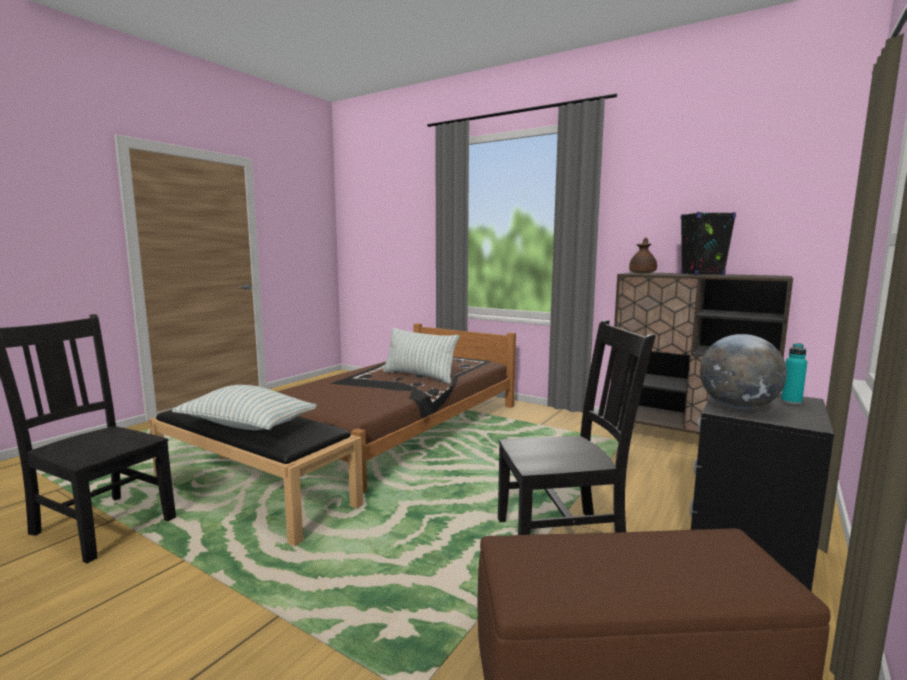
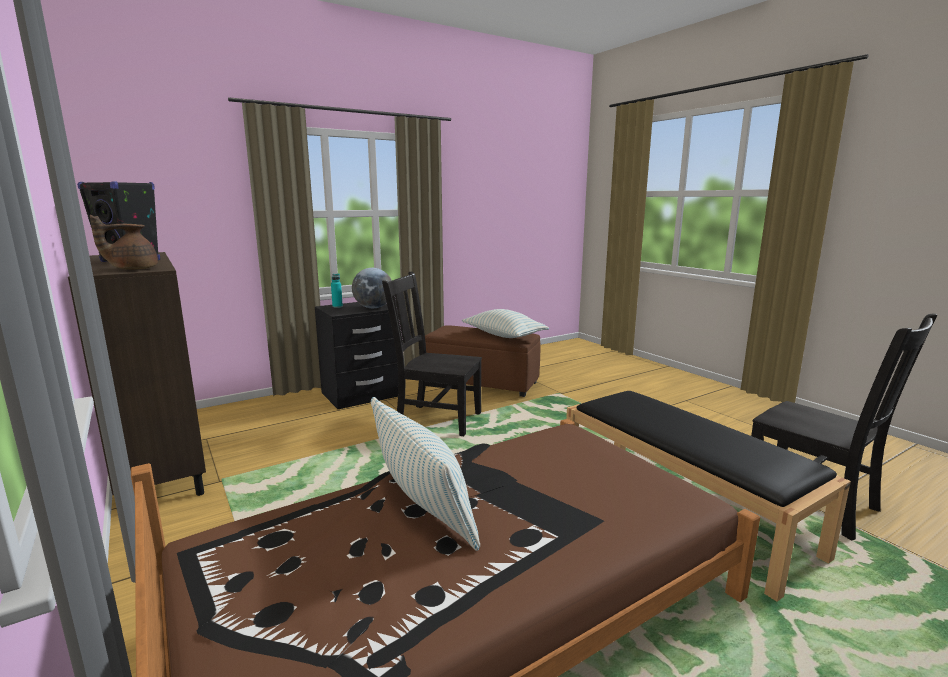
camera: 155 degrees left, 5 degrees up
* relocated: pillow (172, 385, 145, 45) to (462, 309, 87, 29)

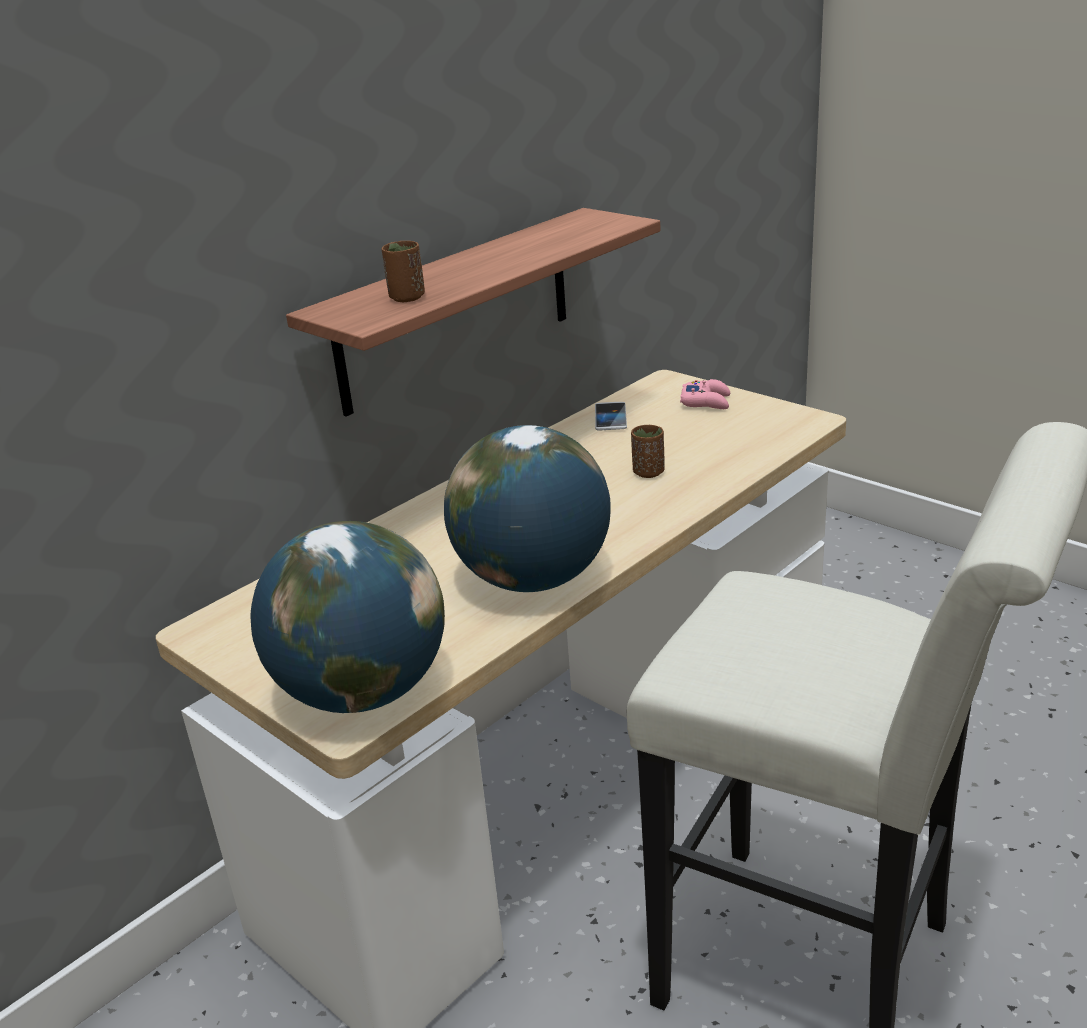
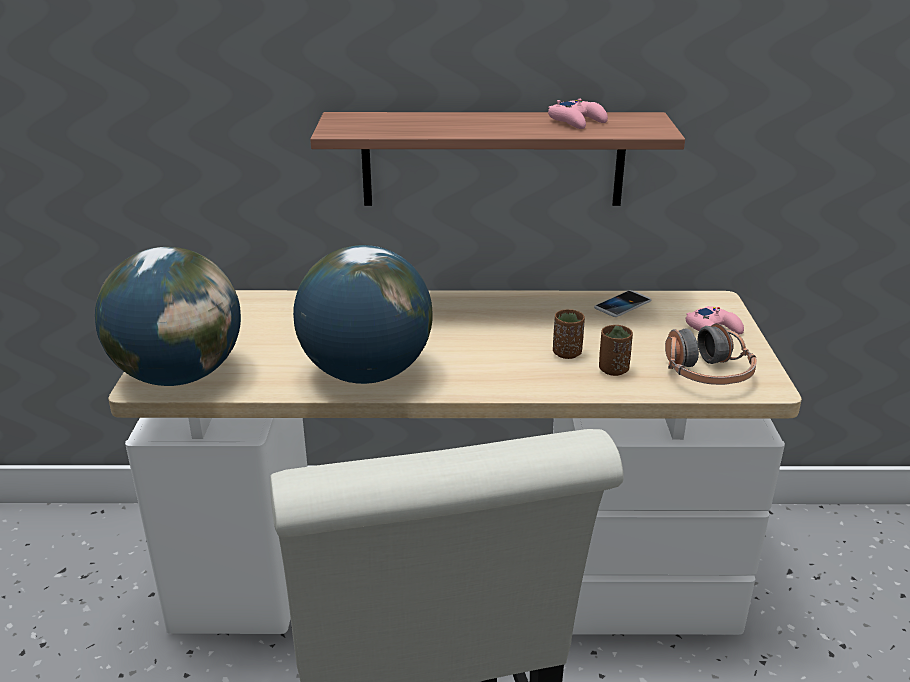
camera: 45 degrees right, 0 degrees up
* appeared: pink game controller (548, 98, 60, 31)
* relocated: brownish small cup (382, 241, 43, 61) to (599, 325, 34, 51)
* appeared: headphones (665, 324, 92, 61)

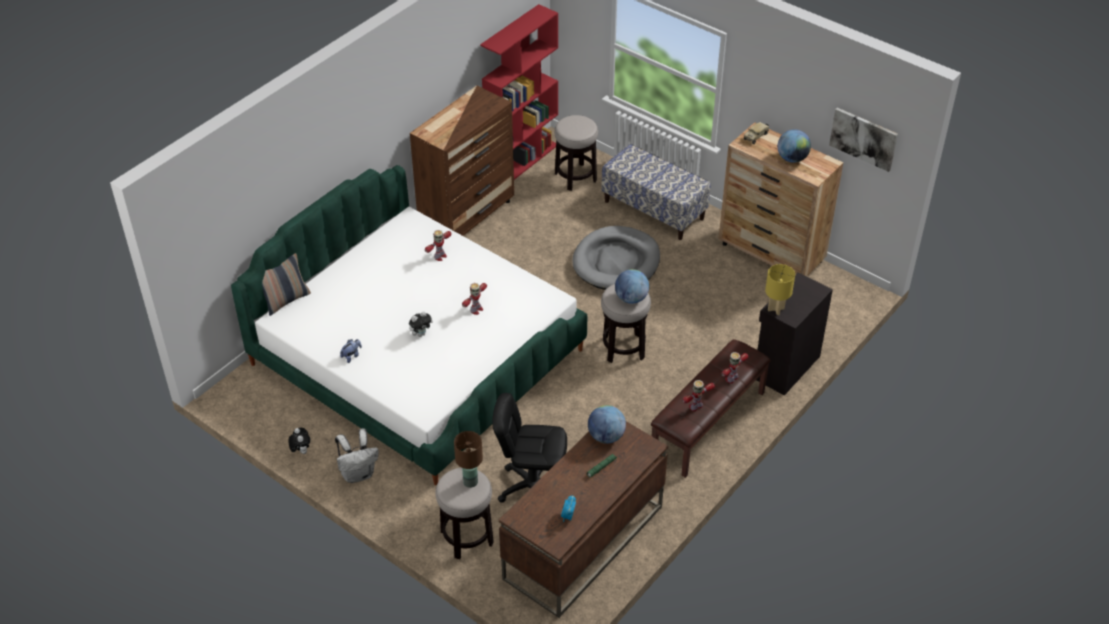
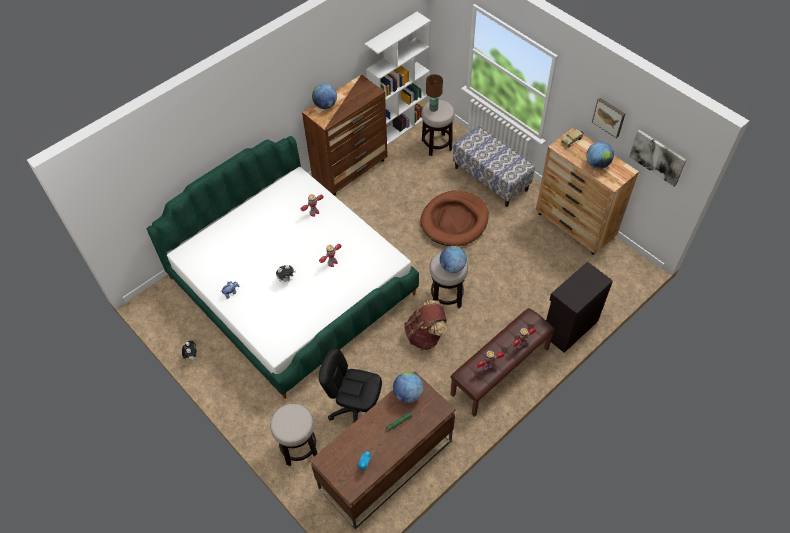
camera: 10 degrees right, 10 degrees up
* appeared: globe (312, 84, 25, 25)
* colour: reddish bookshelf (480, 4, 78, 176) to white bookshelf (365, 12, 66, 133)
* appeared: brownish rucksack (404, 300, 43, 50)
* colour: gray pet bed (572, 226, 88, 64) to brownish pet bed (421, 190, 68, 56)
* relocated: brownish table lamp (454, 431, 29, 57) to (426, 74, 17, 38)
* appeared: wall picture (592, 98, 33, 40)
* missing: pillow (262, 253, 49, 63)
* missing: white rucksack (335, 428, 44, 55)
* missing: yellow-coloured table lamp (765, 264, 30, 51)

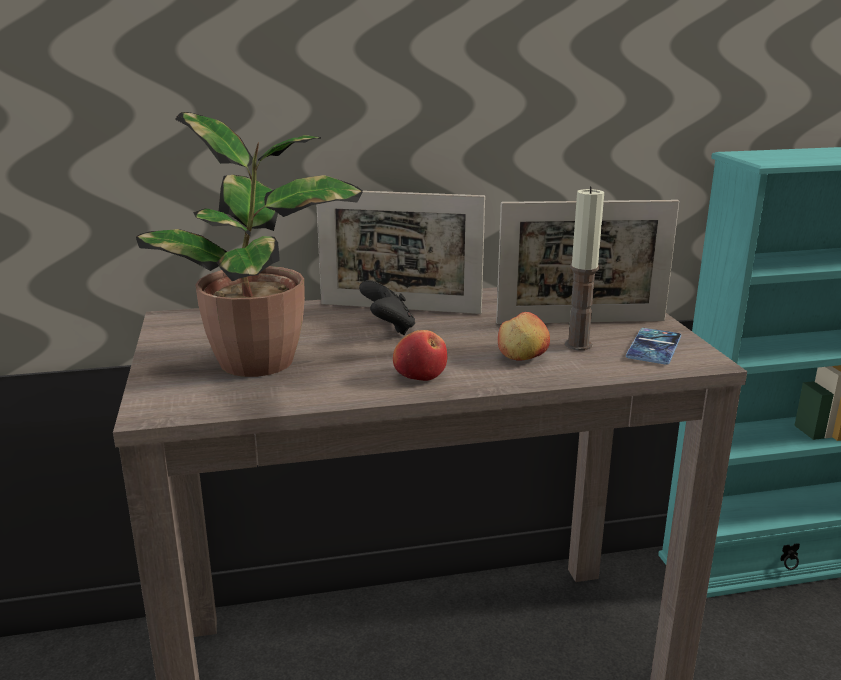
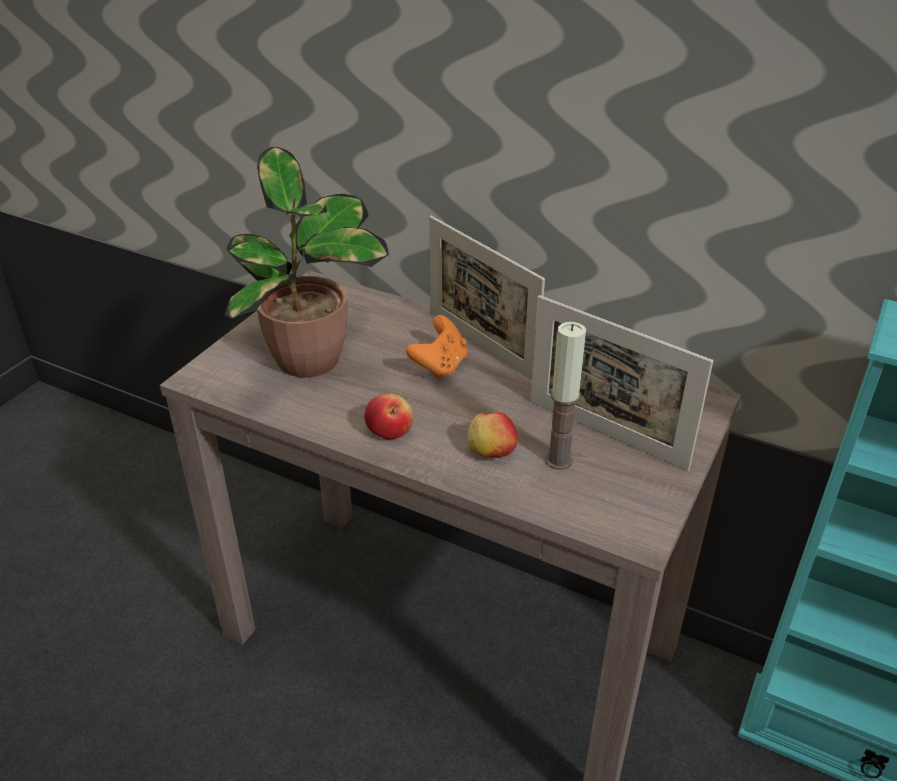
camera: 40 degrees right, 15 degrees up
* colour: black game controller (359, 280, 56, 55) to orangey game controller (406, 315, 62, 65)
* missing: telephone (626, 328, 55, 37)

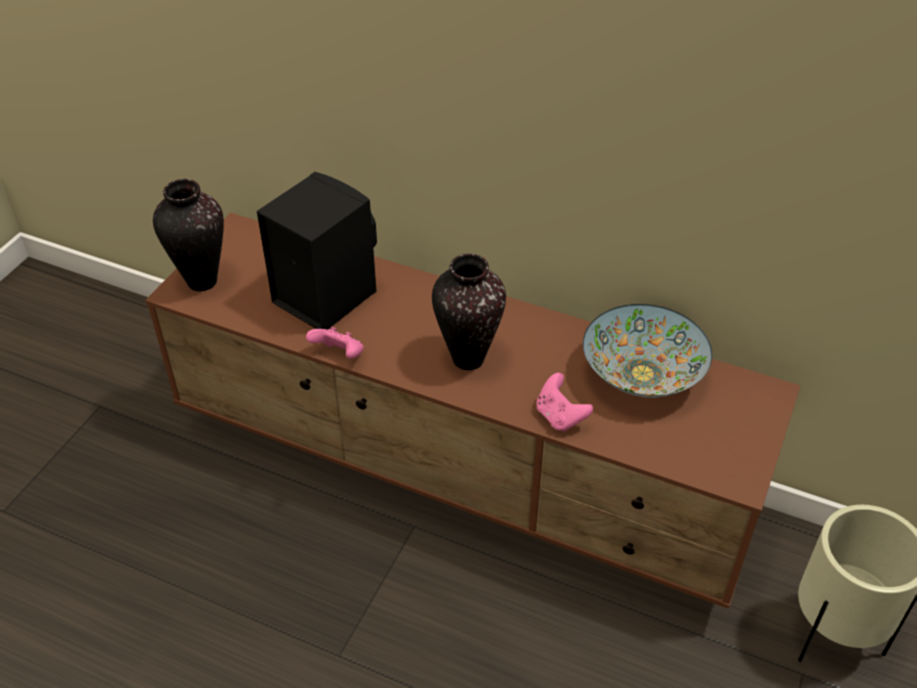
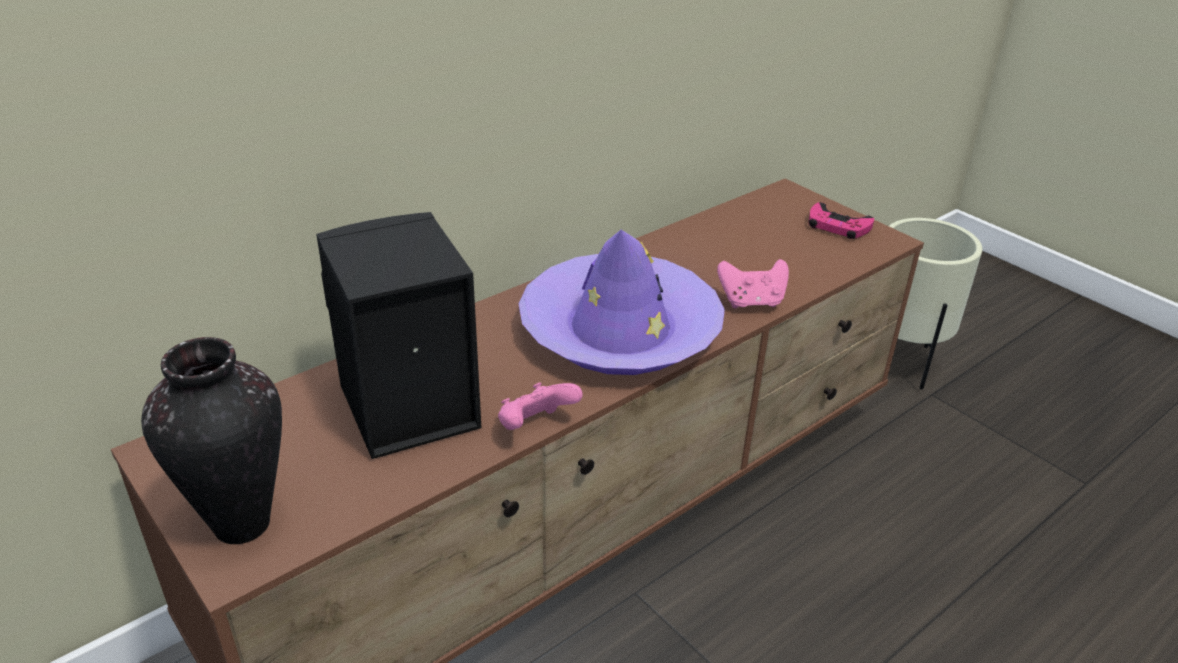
camera: 65 degrees left, 10 degrees down
* exchanged: decorative vase (432, 254, 74, 116) to purplish hat (519, 230, 206, 145)
* appeared: pink game controller (809, 202, 65, 37)
* missing: deep dish (583, 304, 129, 94)

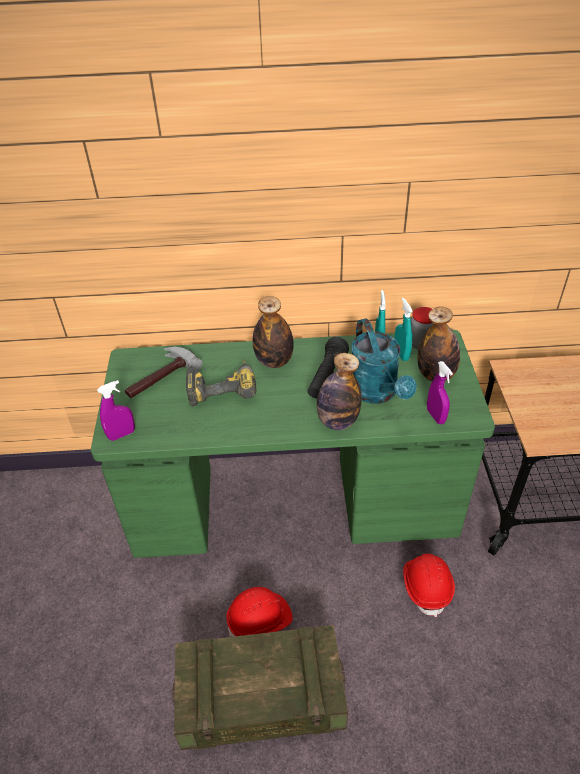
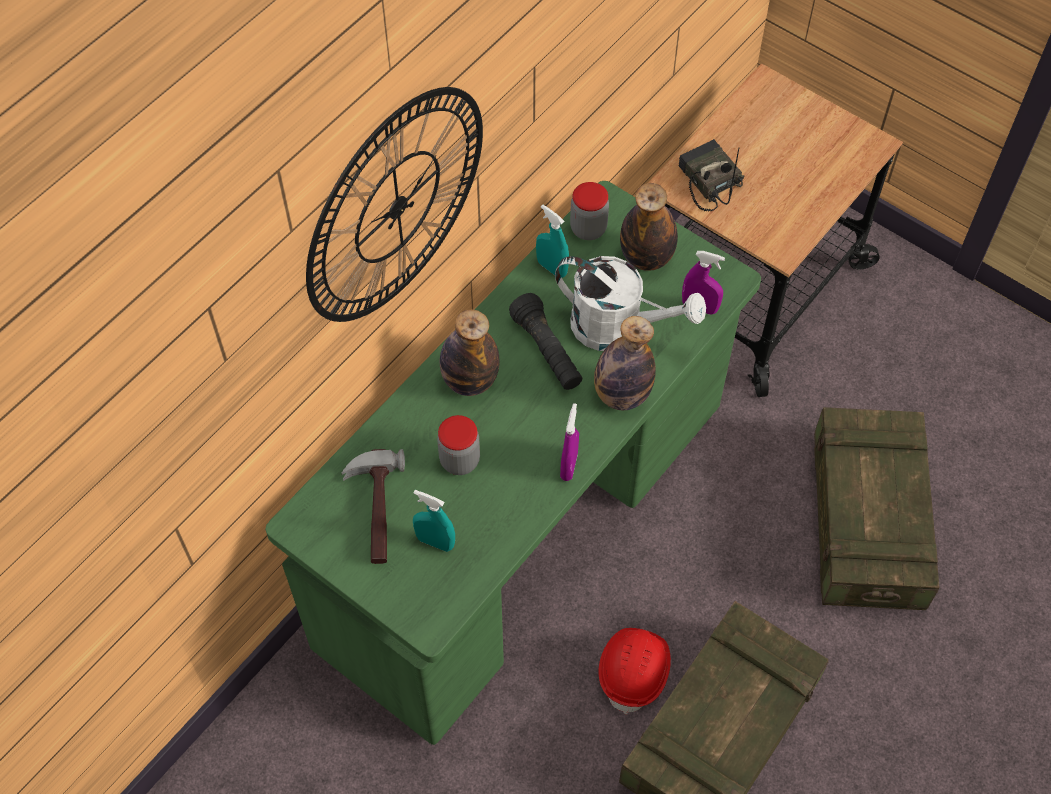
camera: 50 degrees left, 15 degrees up
* appeared: hanging clock (306, 87, 177, 235)
* relocated: blue-green hand sprayer (394, 298, 19, 63) to (413, 490, 42, 62)
* exchanged: power drill (186, 359, 70, 47) to preserve jar (437, 415, 43, 60)
* colour: blue-green watering pot (351, 319, 66, 85) to white watering pot (555, 256, 151, 95)
* relocated: purplish hand sprayer (97, 380, 38, 61) to (560, 403, 19, 78)
* appeared: radio receiver (678, 139, 66, 72)
* appeared: crate (814, 407, 126, 203)
* missing: reddish hard hat (403, 554, 52, 63)

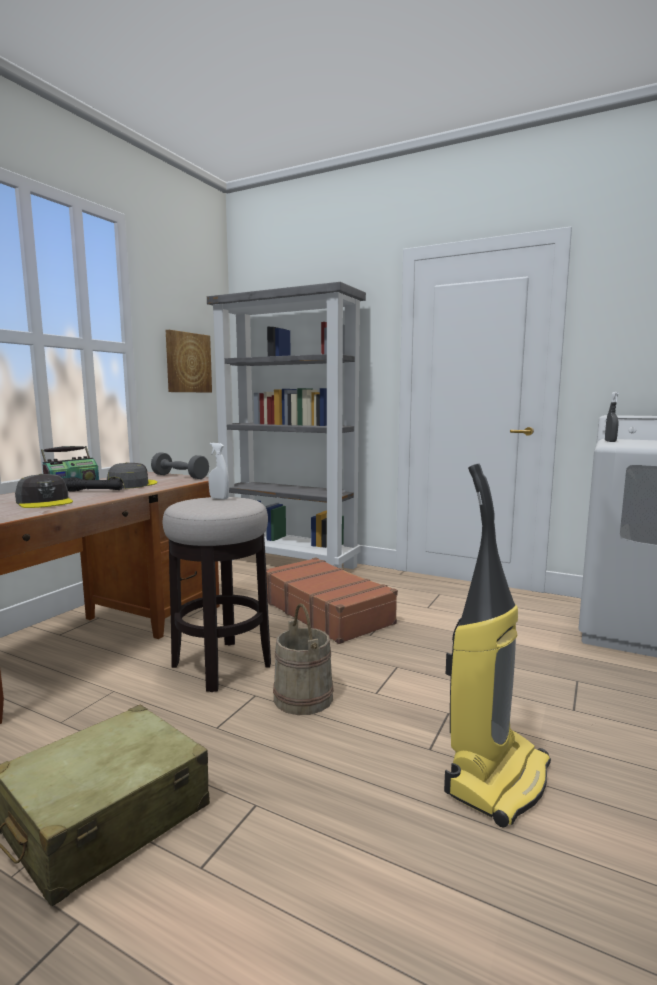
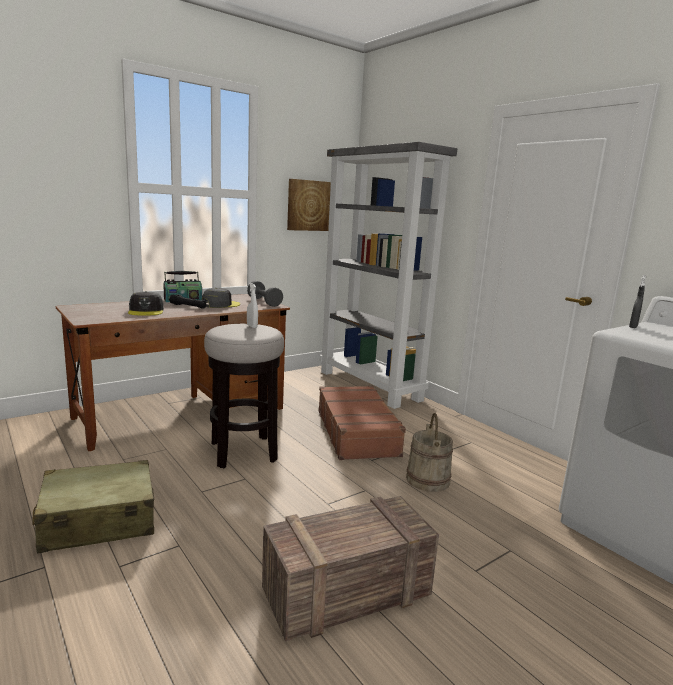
camera: 25 degrees right, 5 degrees up
* exchanged: vacuum cleaner (444, 463, 107, 365) to crate (262, 496, 177, 145)
* relocated: beige bucket (273, 603, 61, 112) to (406, 413, 47, 79)

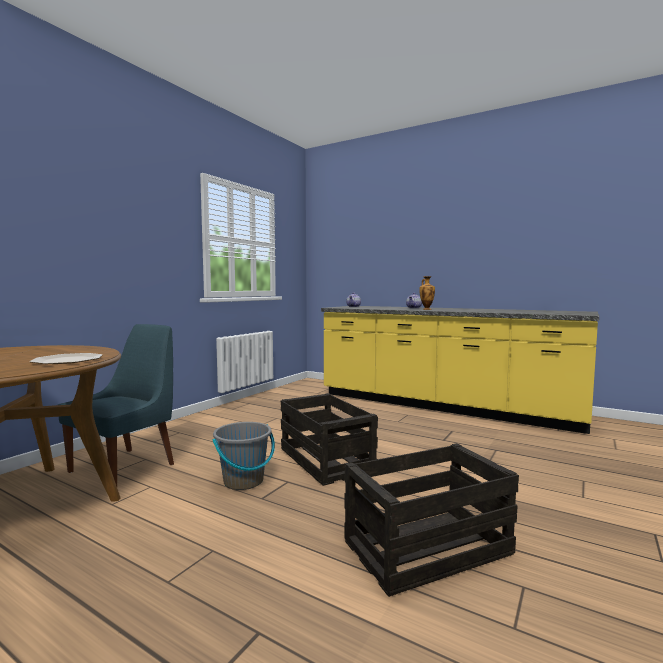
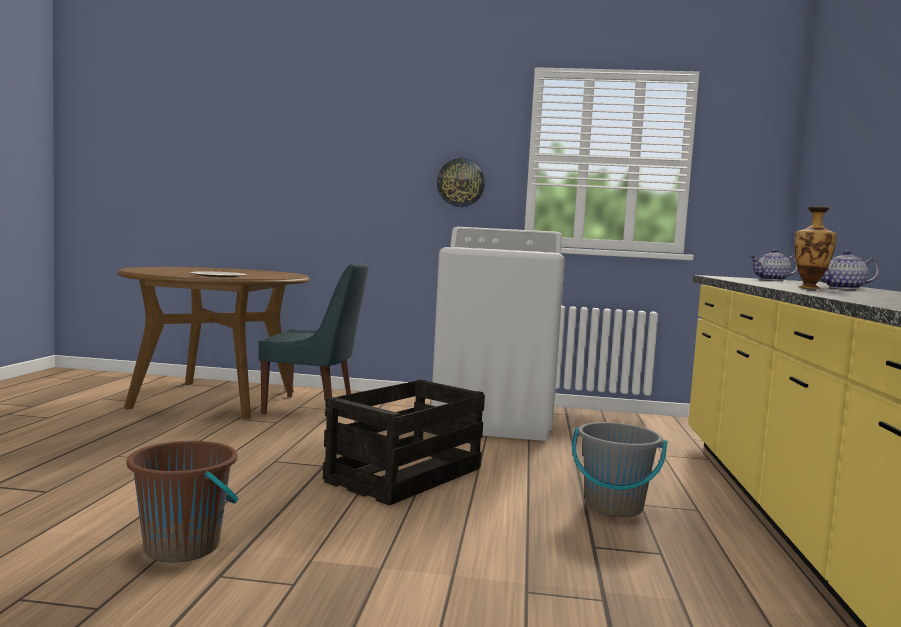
camera: 65 degrees right, 0 degrees up
* exchanged: crate (344, 443, 175, 154) to brownish bucket (127, 441, 111, 121)
* appeared: white laundry appliance (431, 227, 134, 214)
* appeared: hanging clock (437, 158, 48, 49)
* relocated: gray bucket (213, 422, 62, 68) to (572, 422, 95, 95)

